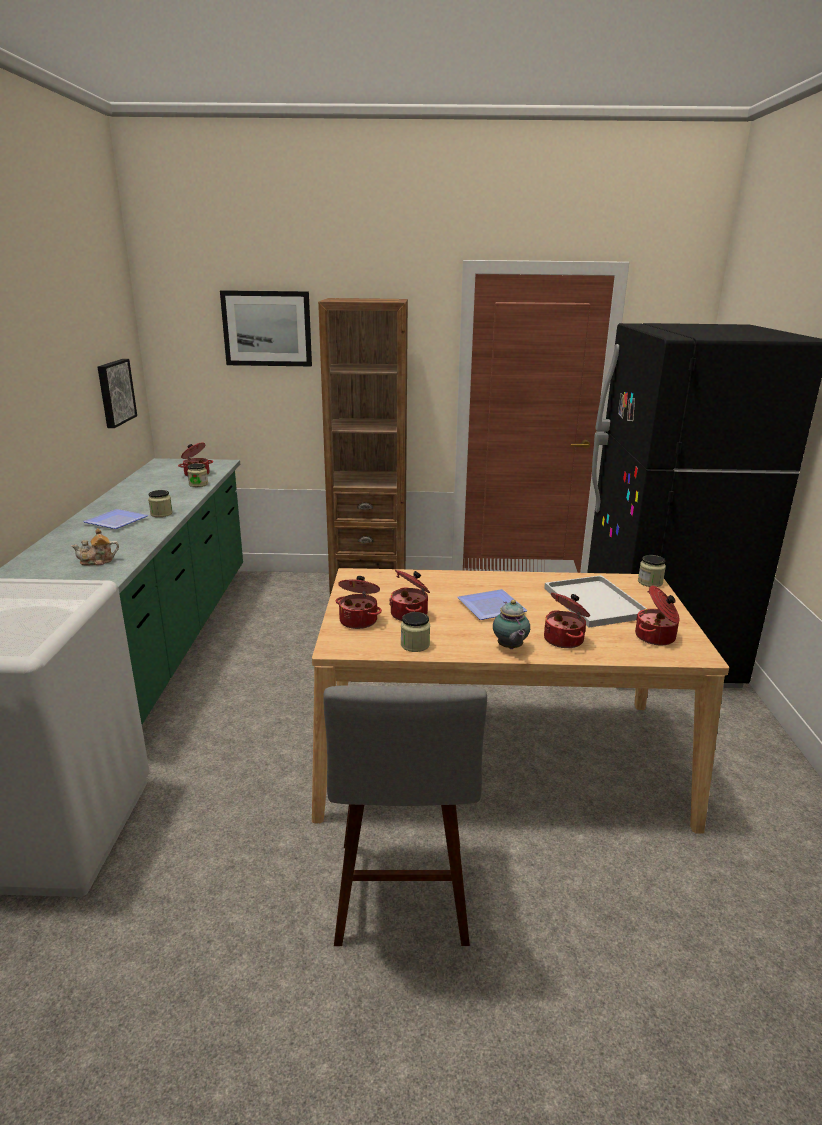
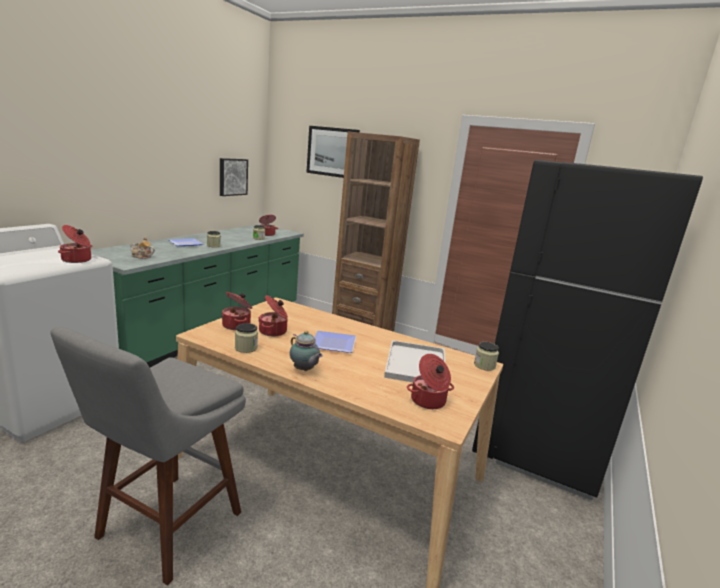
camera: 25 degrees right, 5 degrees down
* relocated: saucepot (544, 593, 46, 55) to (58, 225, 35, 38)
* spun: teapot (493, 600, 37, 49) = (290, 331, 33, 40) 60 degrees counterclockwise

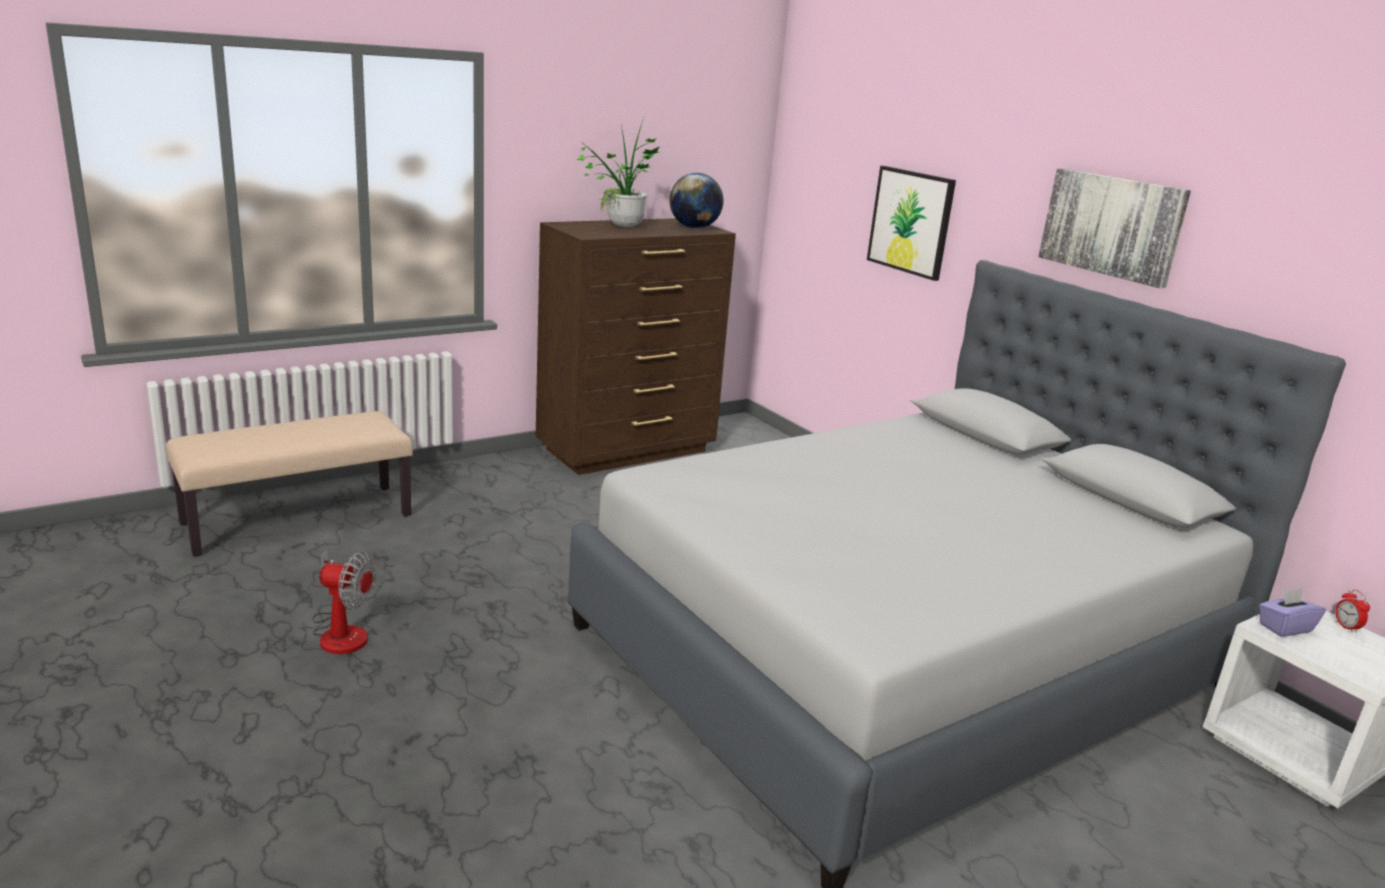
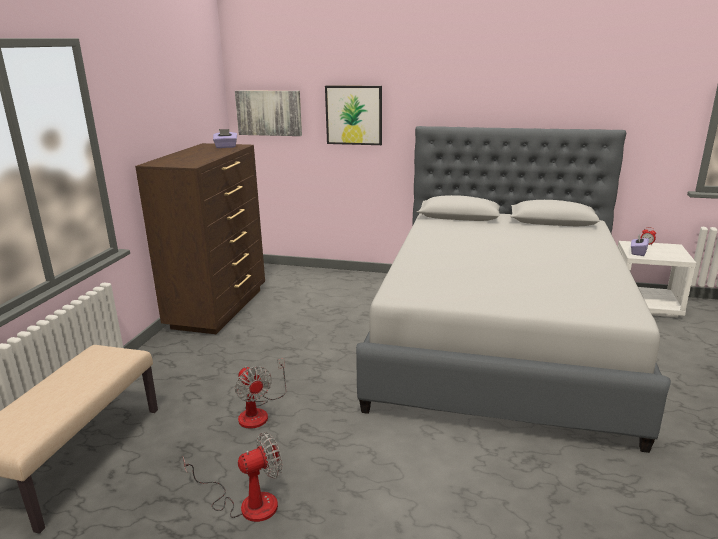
camera: 40 degrees left, 0 degrees up
* exchanged: globe (670, 173, 53, 56) to purplish box of tissues (213, 129, 24, 19)
* relocated: wall picture (1038, 168, 153, 120) to (235, 91, 67, 45)
* appeared: cooling fan (235, 358, 52, 71)
* missing: houseplant (577, 118, 83, 109)

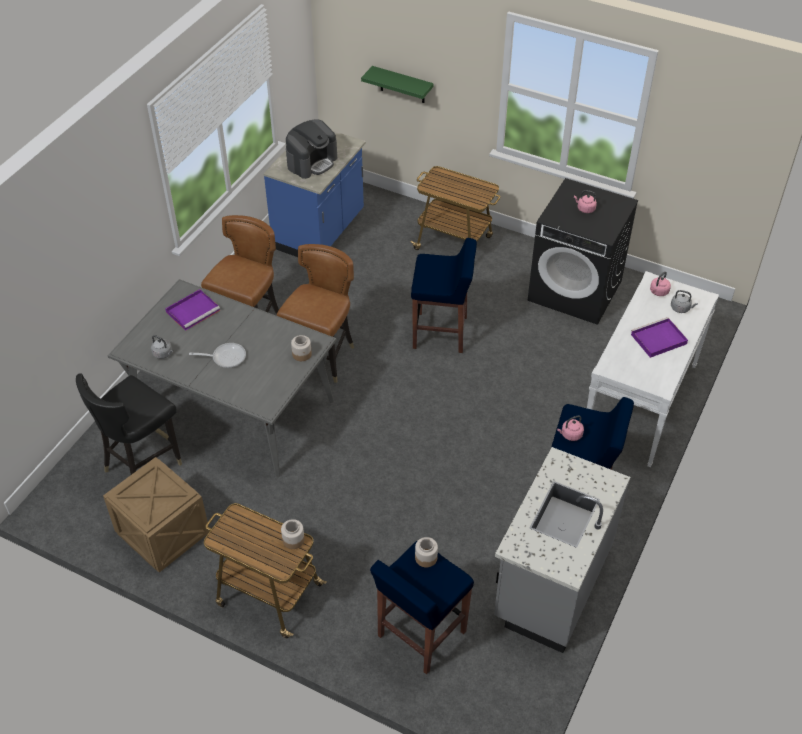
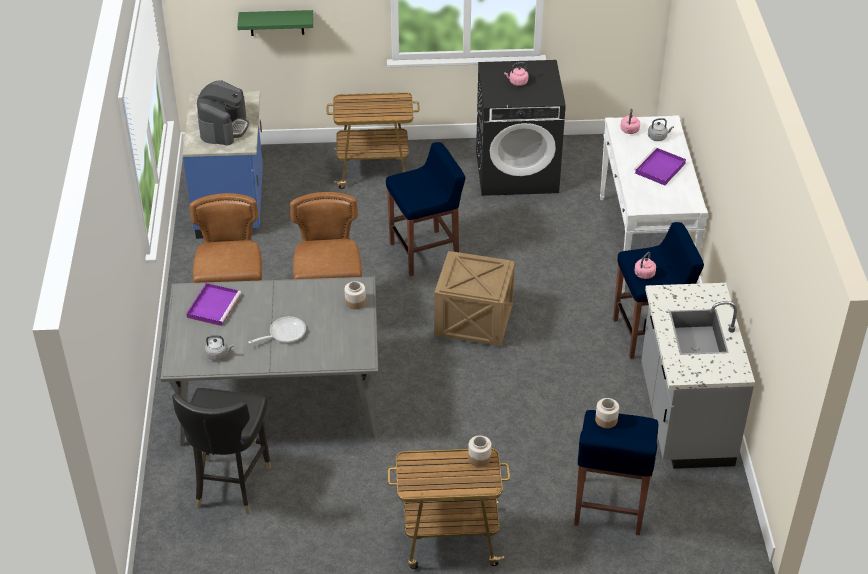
camera: 30 degrees left, 5 degrees down
* relocated: crate (103, 457, 107, 116) to (434, 251, 81, 95)

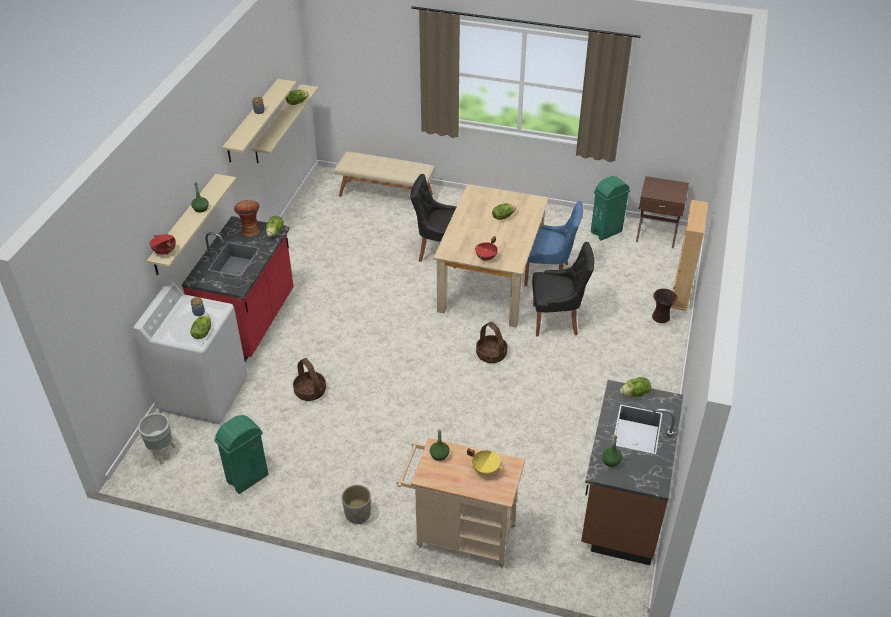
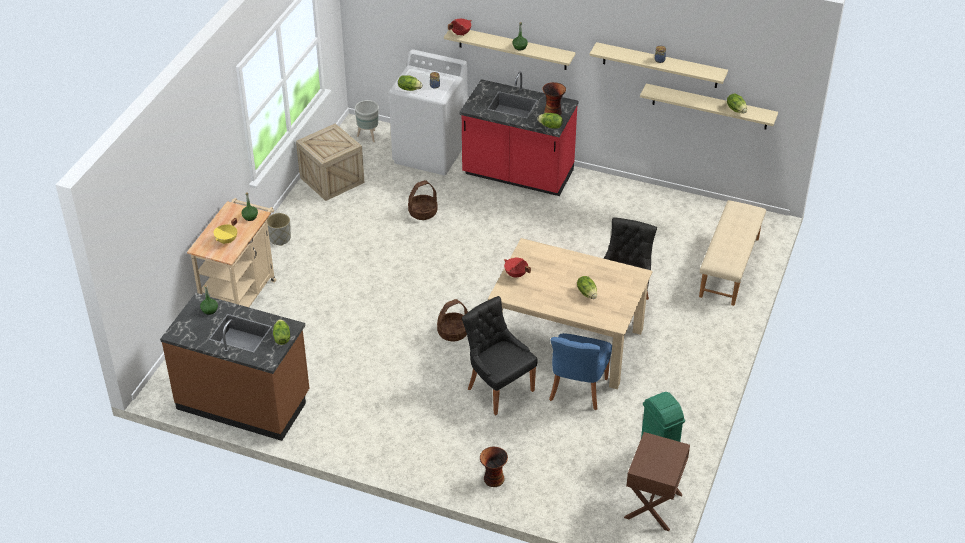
camera: 95 degrees right, 0 degrees up
* exchanged: green trash can (214, 415, 54, 79) to crate (296, 123, 69, 78)
* spun: black plain chair (532, 242, 62, 94) = (462, 296, 76, 119) 135 degrees clockwise
* missing: beige bookshelf (671, 200, 38, 111)

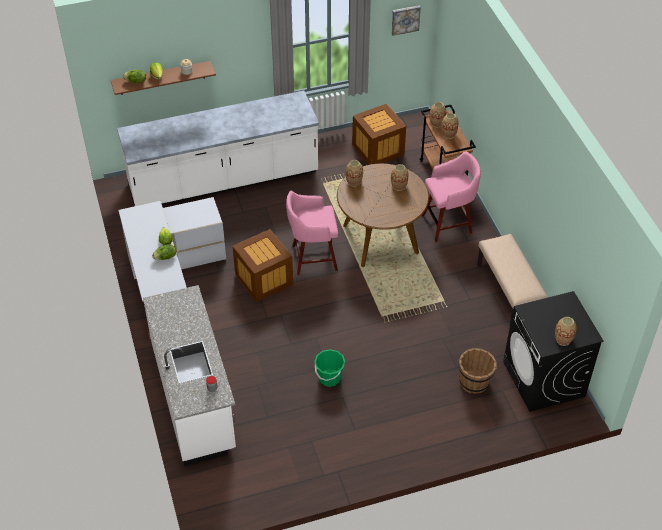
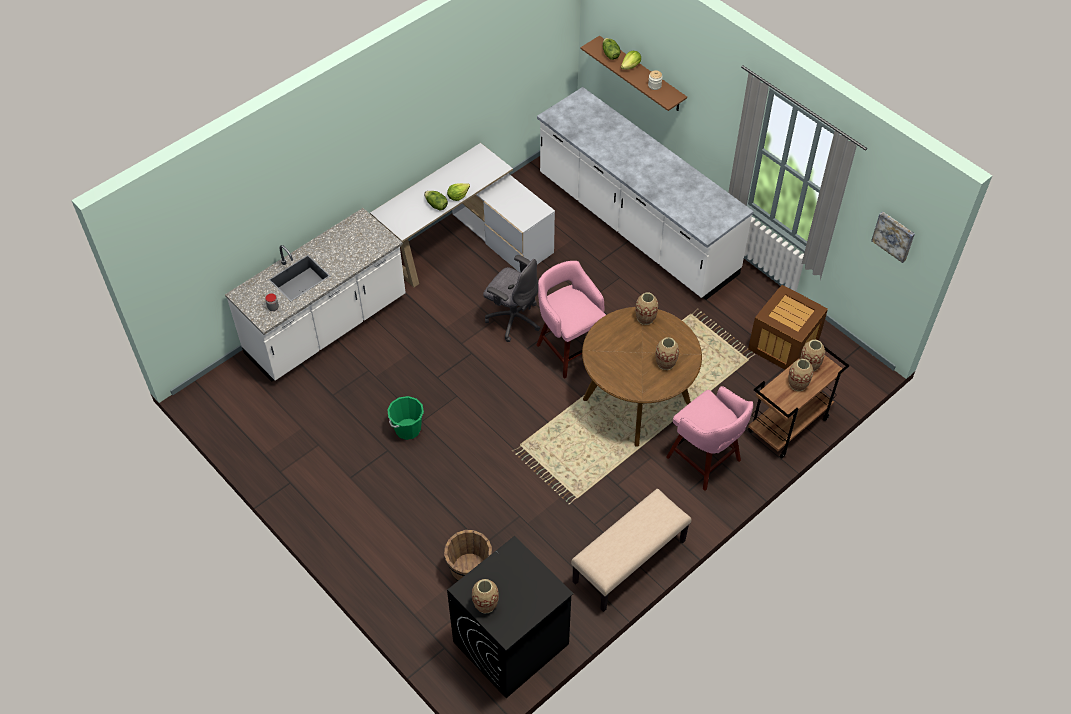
camera: 65 degrees right, 5 degrees up
* exchanged: crate (233, 229, 60, 73) to gray desk chair (483, 255, 57, 87)

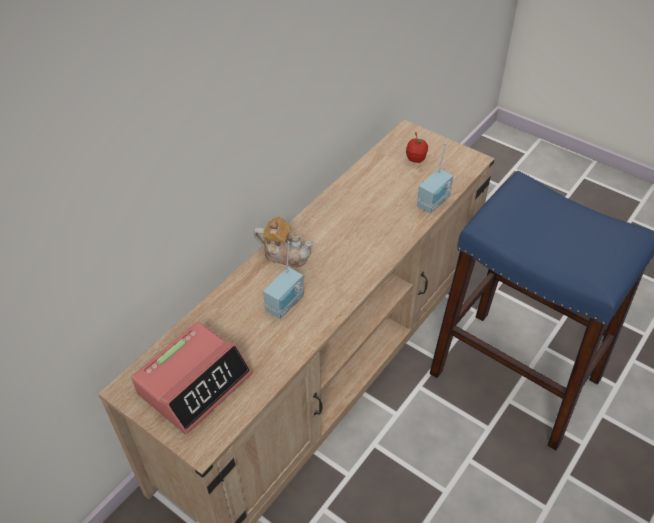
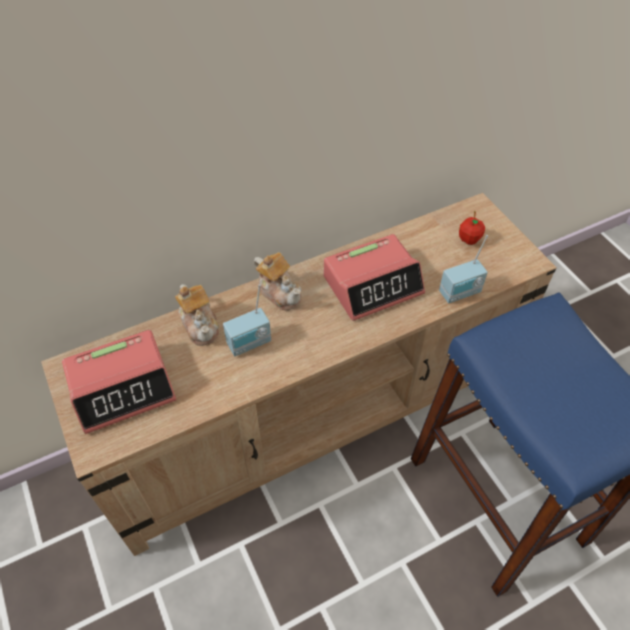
camera: 25 degrees right, 5 degrees up
* appeared: teapot (175, 284, 44, 62)
* appeared: bedside clock (324, 234, 101, 87)

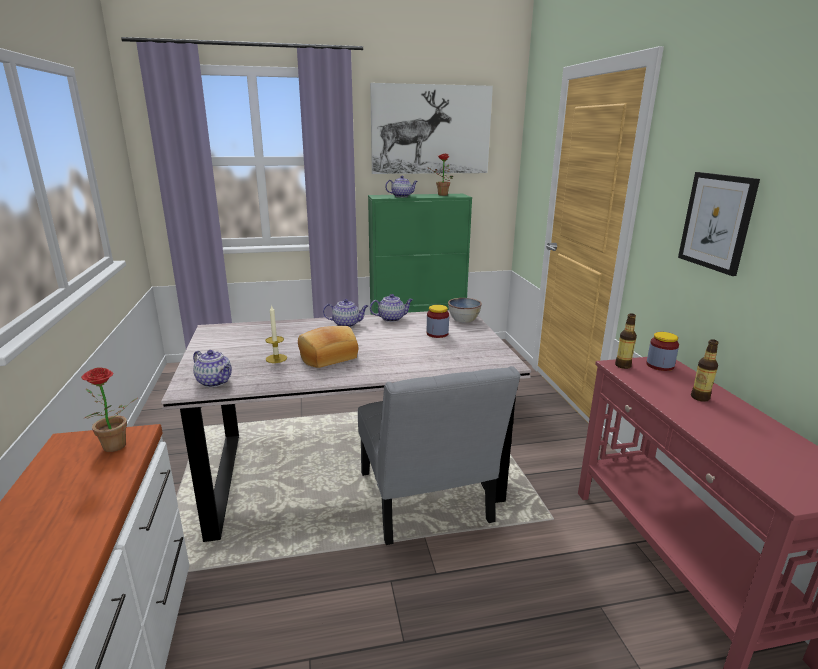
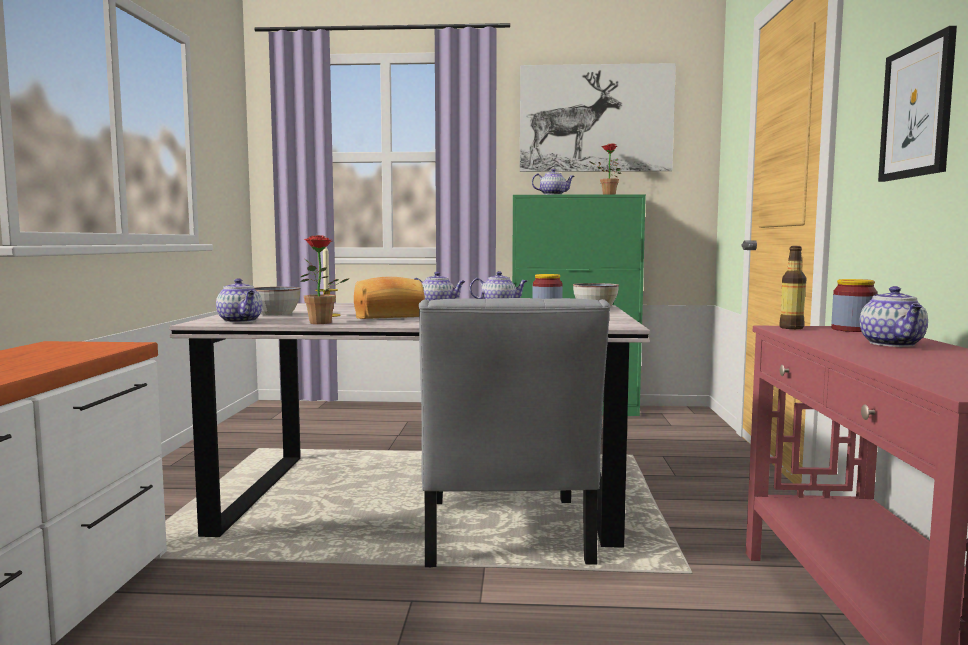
camera: 15 degrees right, 15 degrees down
* appeared: deep dish (254, 287, 47, 28)
* relocated: houseplant (81, 367, 58, 85) to (300, 235, 48, 89)
* exchanged: bottle (691, 339, 28, 63) to teapot (859, 286, 69, 61)

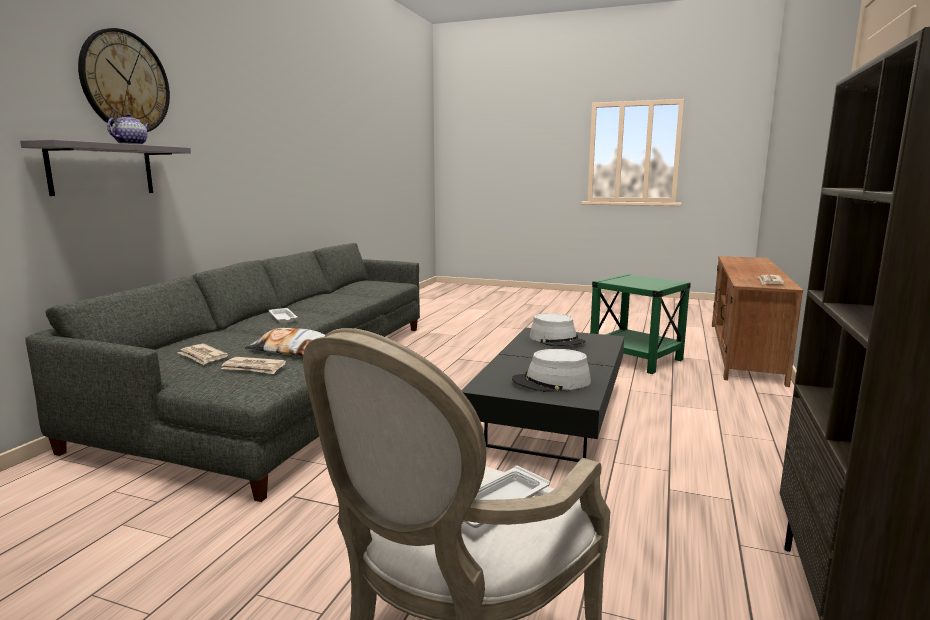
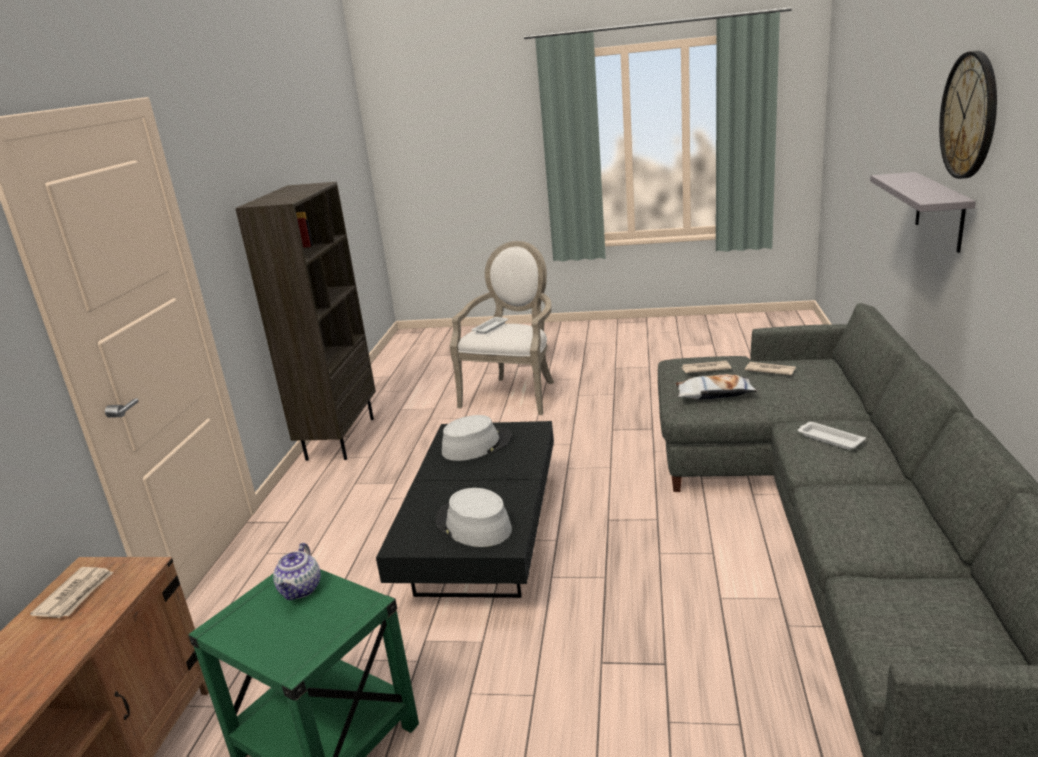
camera: 170 degrees right, 10 degrees up
* relocated: teapot (107, 113, 42, 32) to (273, 543, 48, 57)

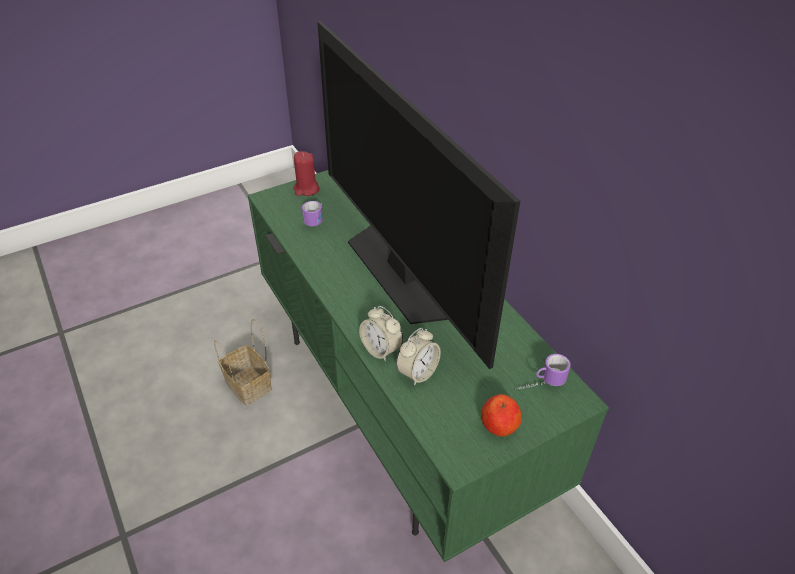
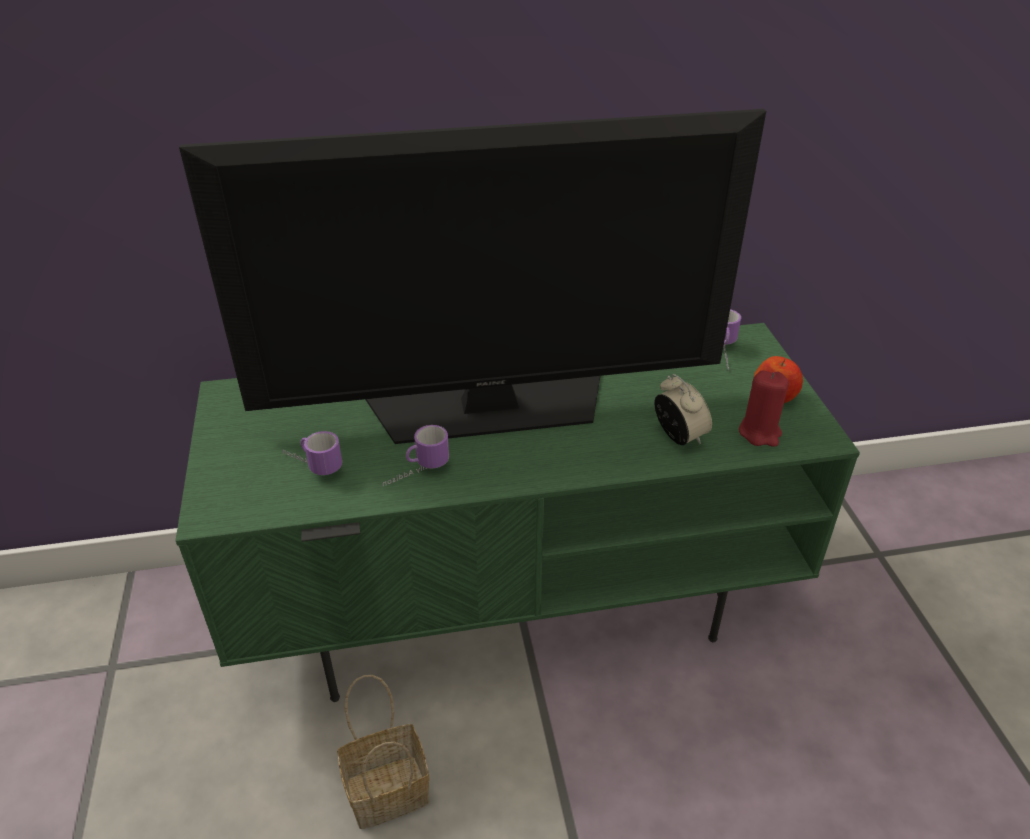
camera: 70 degrees left, 5 degrees down
* appeared: mug (383, 425, 66, 61)
* relocated: reddish wax light (293, 151, 26, 45) to (739, 371, 50, 76)
* missing: bedside clock (359, 306, 44, 56)

